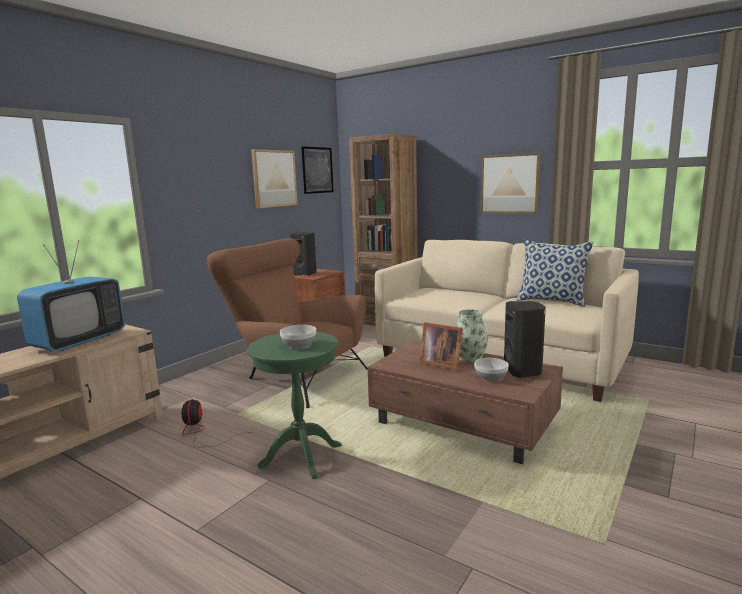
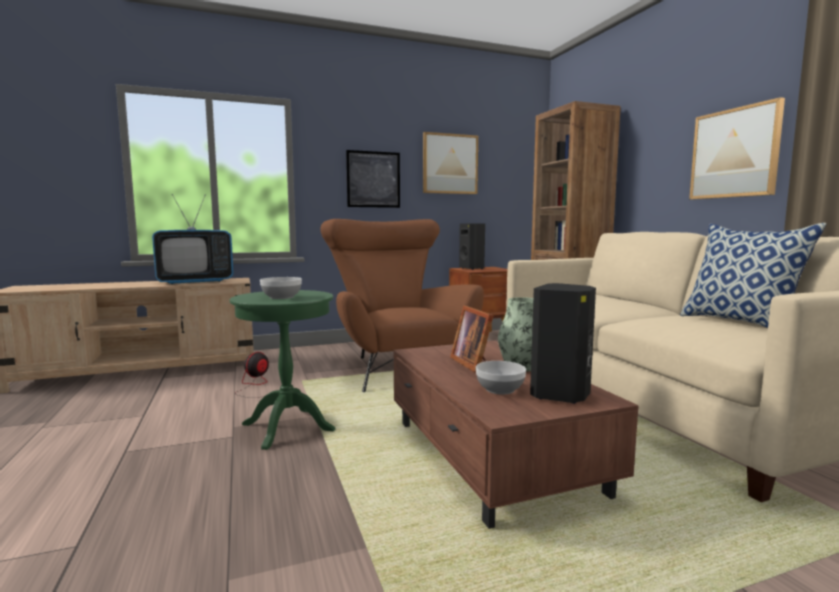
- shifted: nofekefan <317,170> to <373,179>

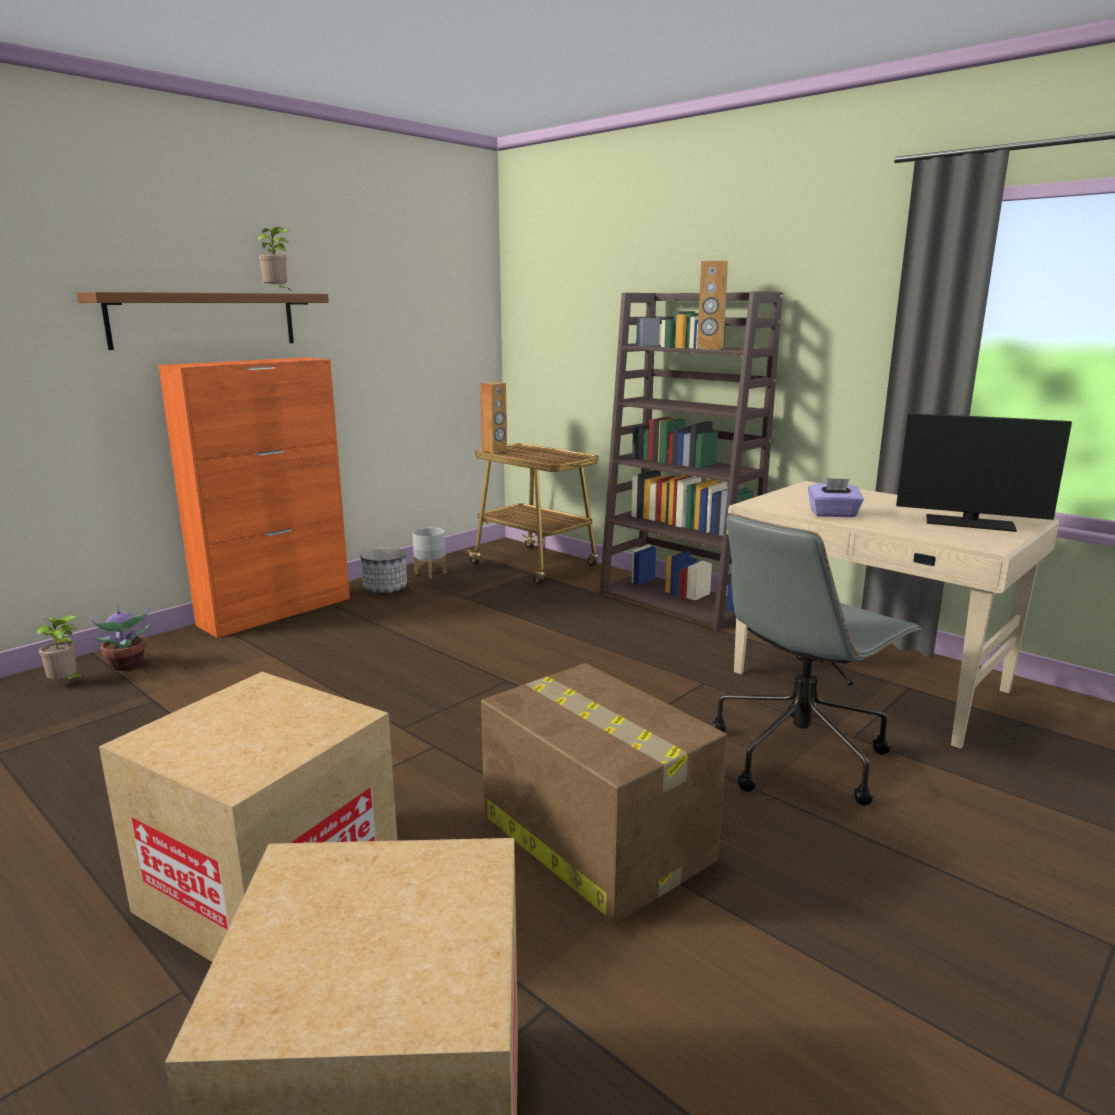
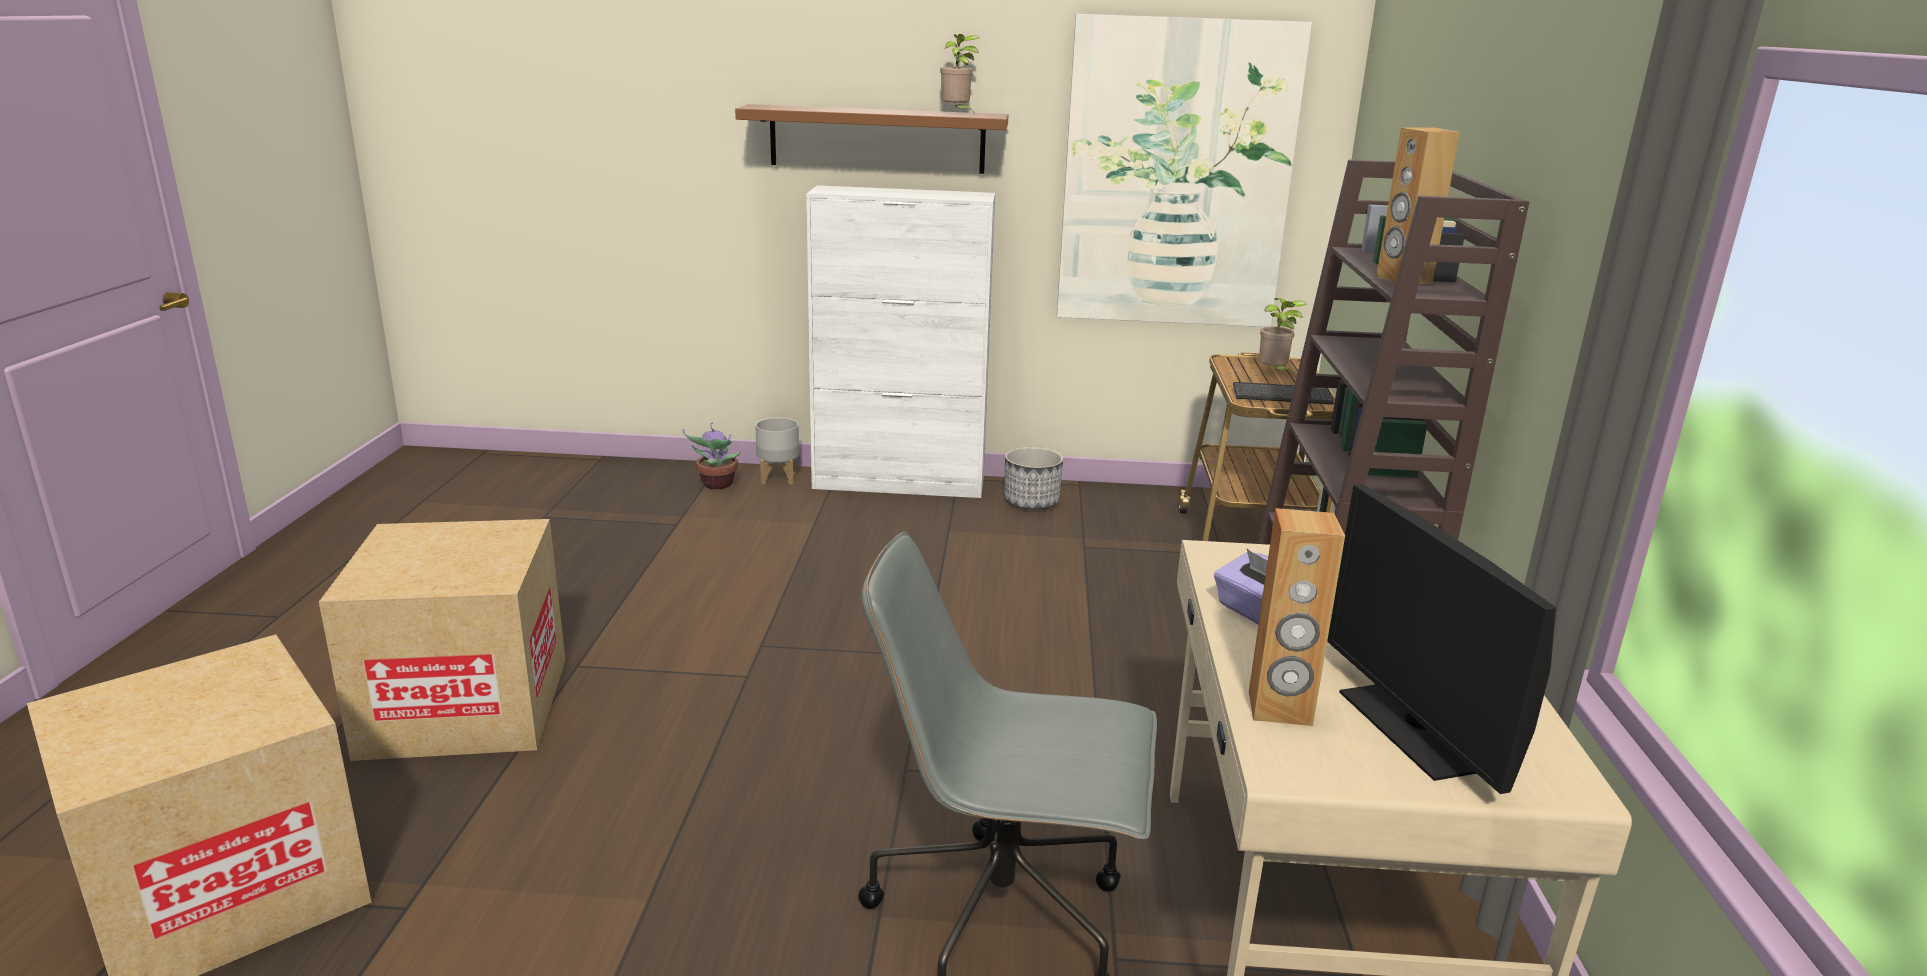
- repainted: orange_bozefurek <277,611> to white_bozefurek <900,483>
- shifted: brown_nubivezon <494,451> to <1280,709>
- shifted: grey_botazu <431,573> to <779,478>
- shifted: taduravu <66,683> to <1274,373>
- gone: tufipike <594,837>
- new: nofekefan <1176,176>
- new: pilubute <1282,396>

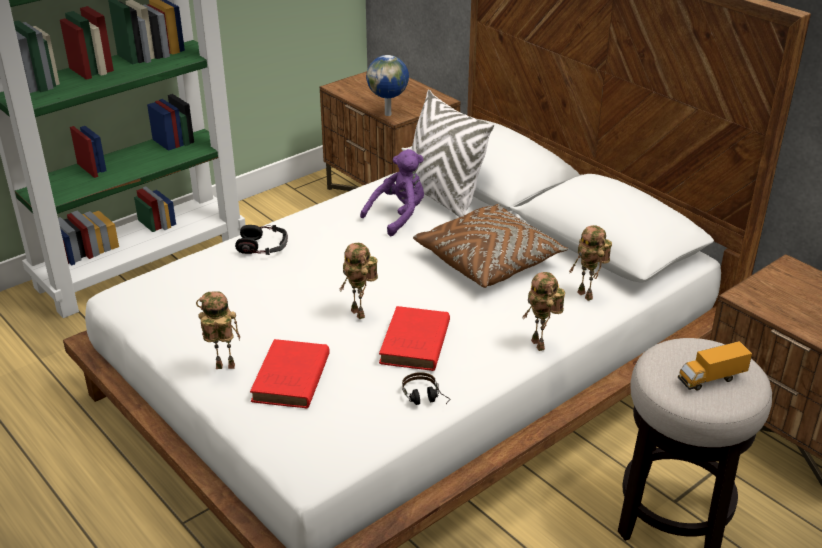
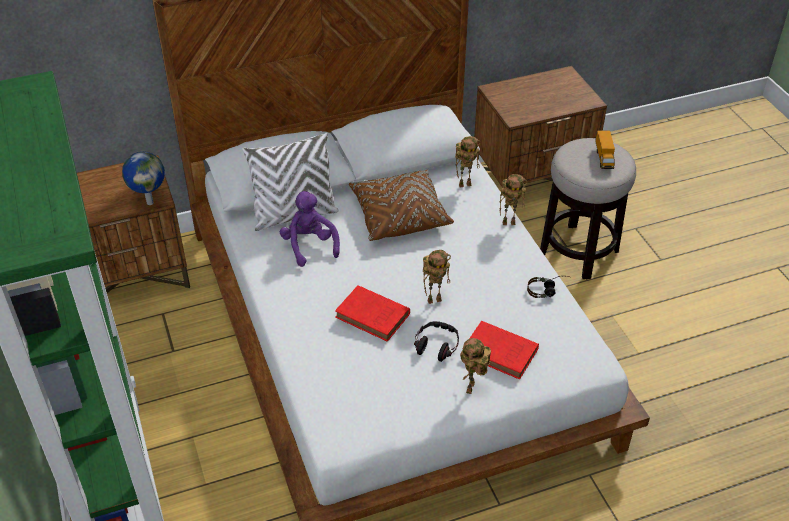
- shifted: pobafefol <263,246> to <436,345>
- shifted: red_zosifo <414,344> to <374,317>

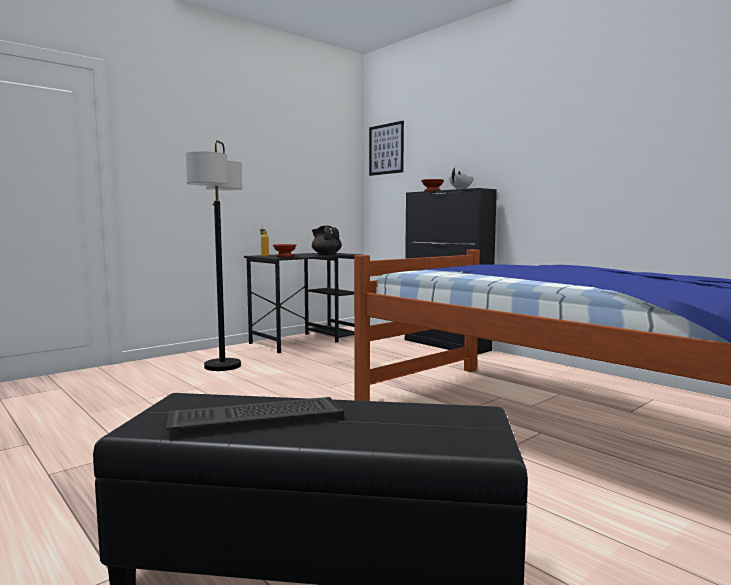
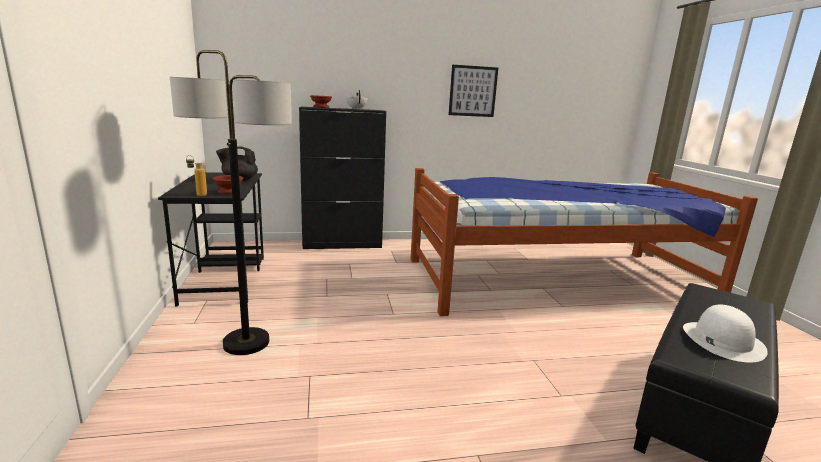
- shifted: nofekefan <386,149> to <473,91>
- swapped: pilubute <258,417> to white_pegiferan <722,340>

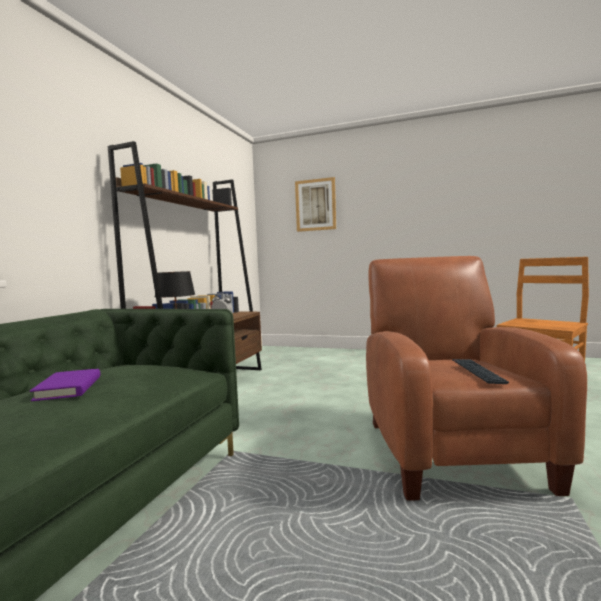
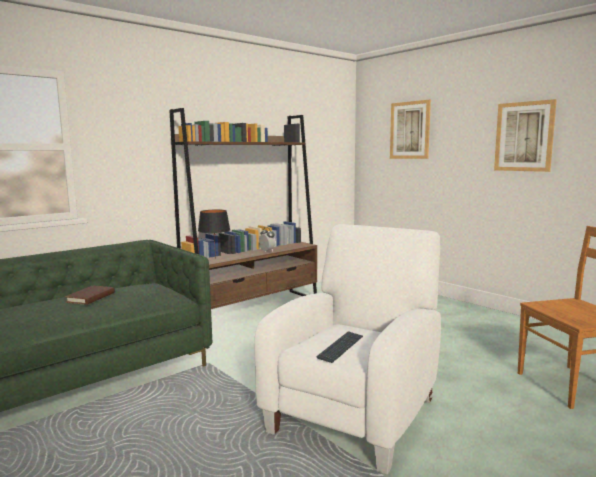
- repainted: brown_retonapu <449,449> to white_retonapu <357,411>
- repainted: purple_zosifo <69,388> to brown_zosifo <90,297>
- new: nofekefan <524,136>

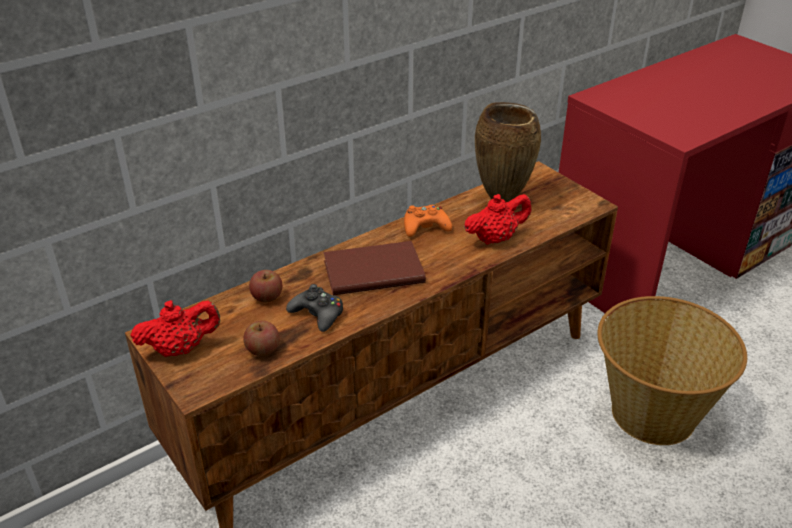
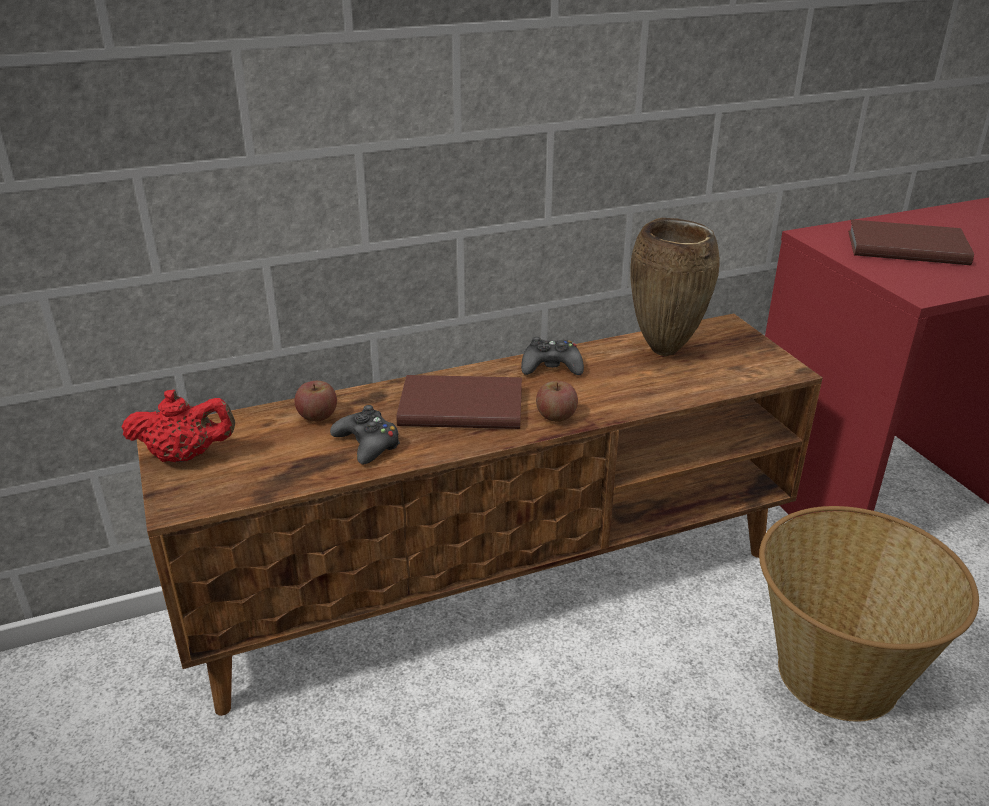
- gone: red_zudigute <495,238>
- repainted: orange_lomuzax <425,227> to black_lomuzax <551,367>
- shifted: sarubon <263,349> to <556,416>
- new: brown_zosifo <904,246>

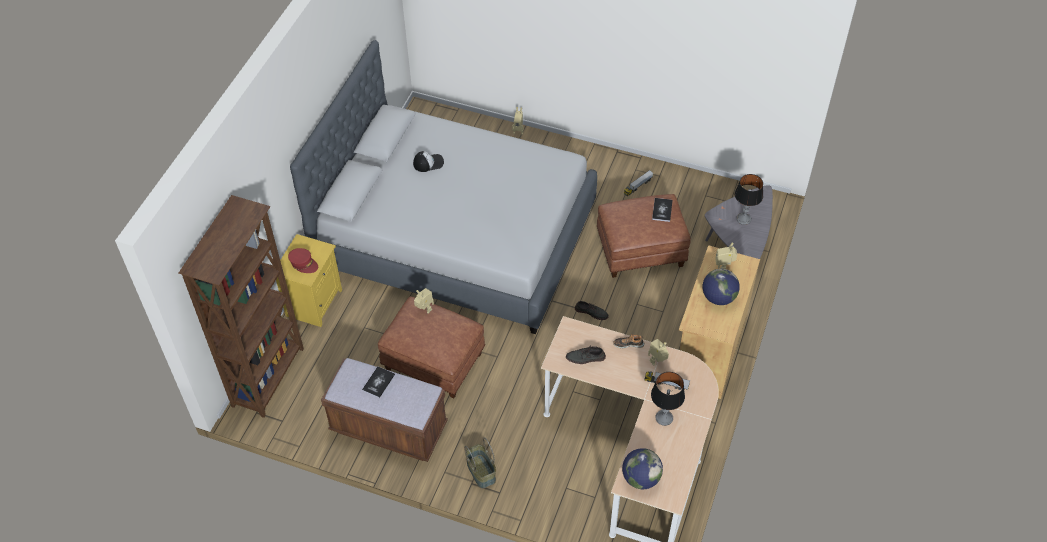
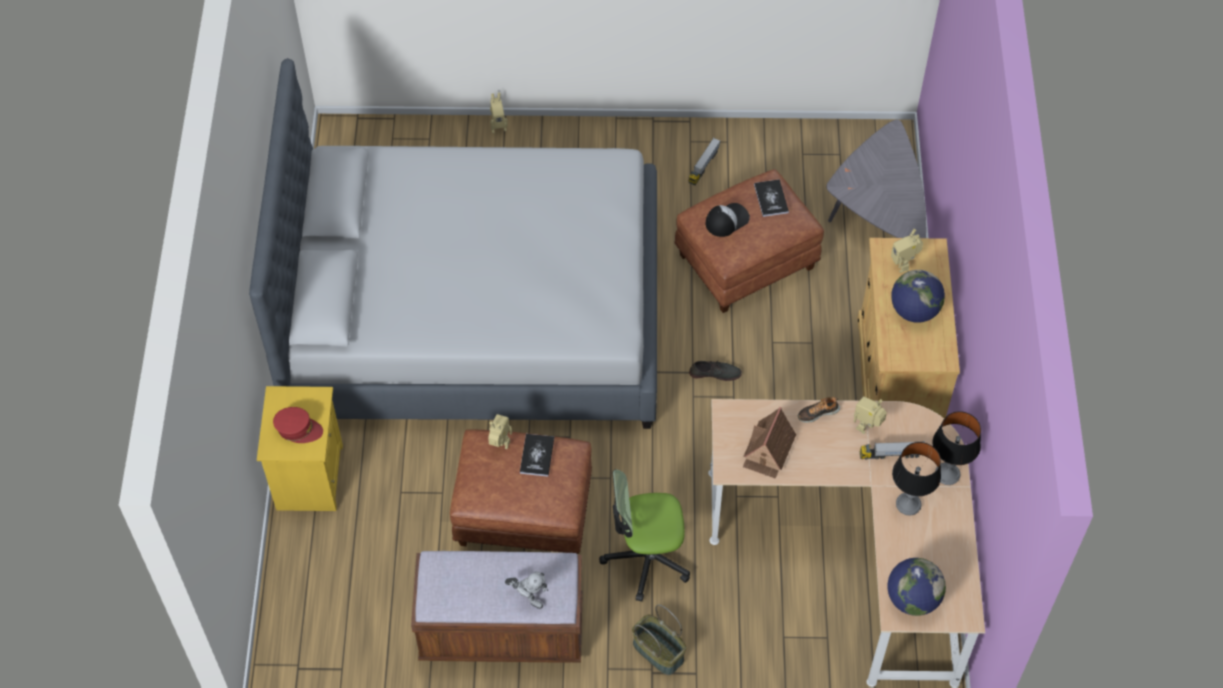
- shifted: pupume <428,163> to <726,220>
- shifted: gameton <743,219> to <947,474>
- gone: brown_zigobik <269,377>
- swapped: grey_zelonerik <585,358> to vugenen <768,451>
- shifted: zosifo <378,382> to <537,455>
- new: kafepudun <646,558>
- new: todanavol <528,597>

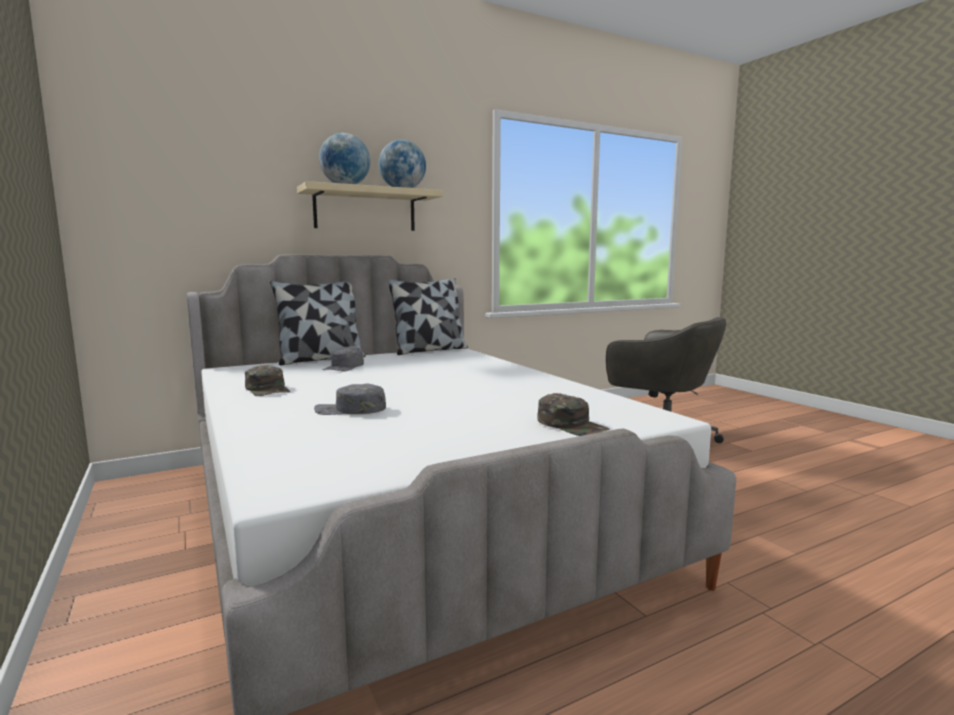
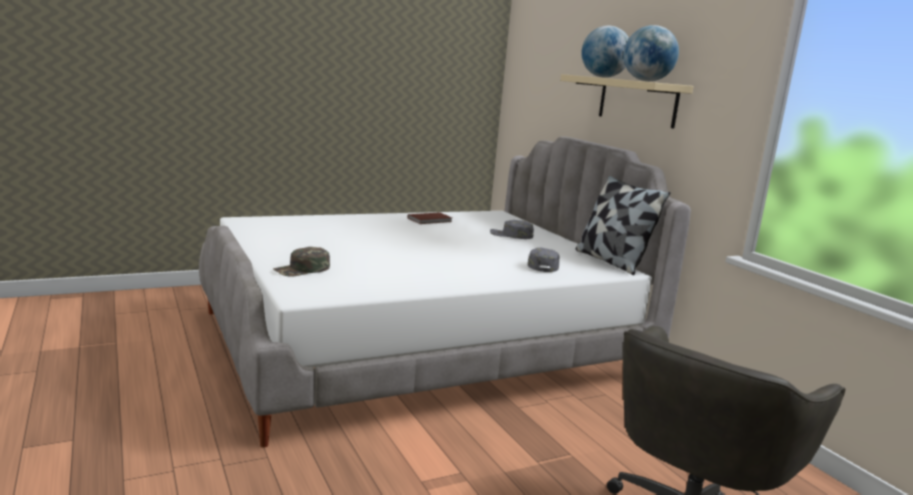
- gone: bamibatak <320,359>
- swapped: green_pupume <268,389> to brown_zosifo <430,220>
- shifted: grey_pupume <350,410> to <541,265>

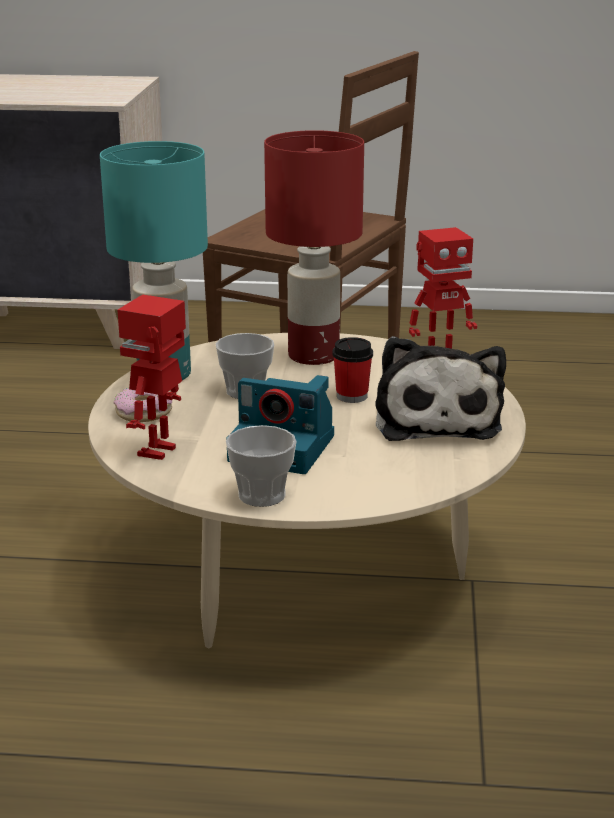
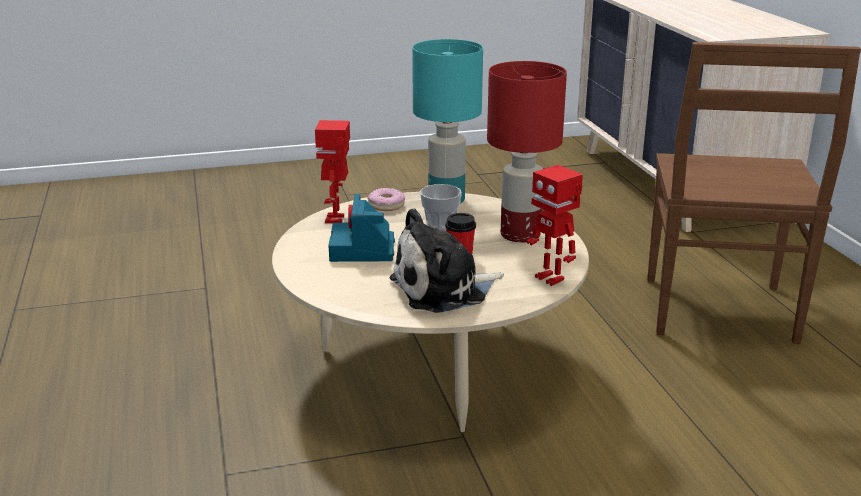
- rotated: todanavol <159,451> = <336,219> 90 degrees counterclockwise
- gone: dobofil <262,495>

